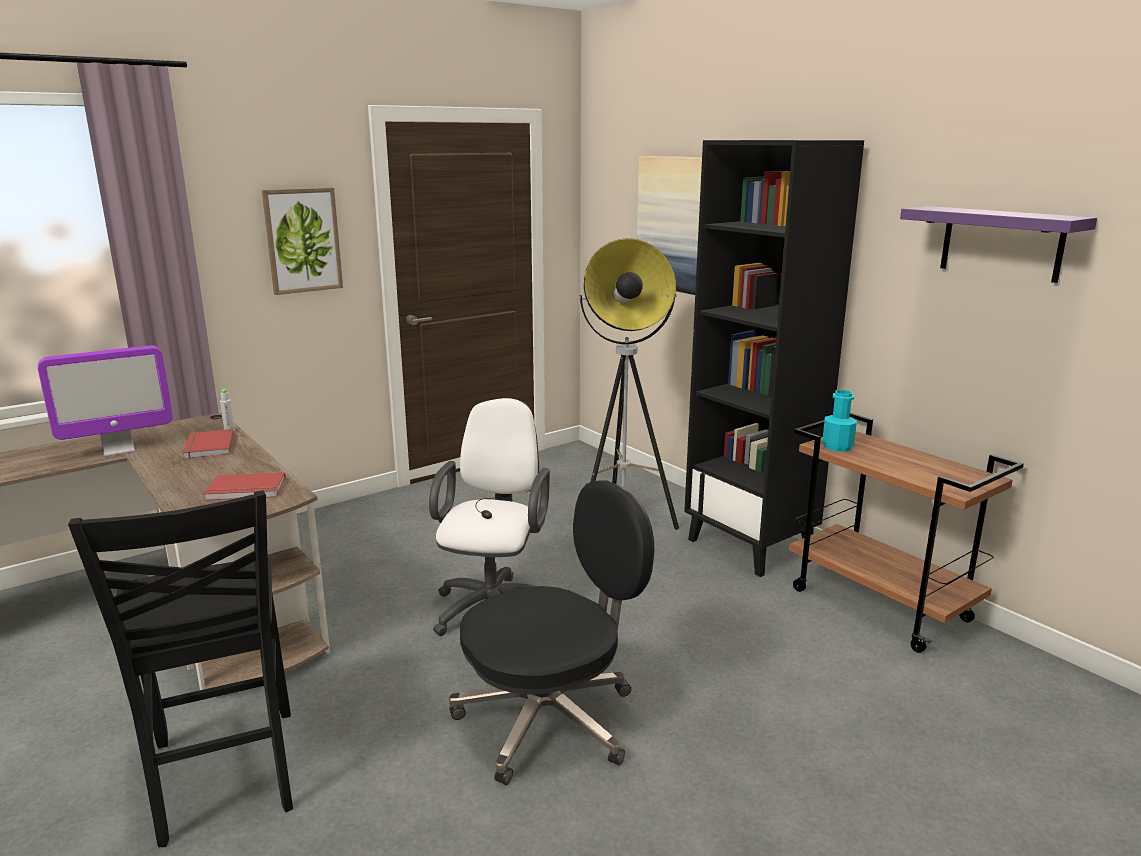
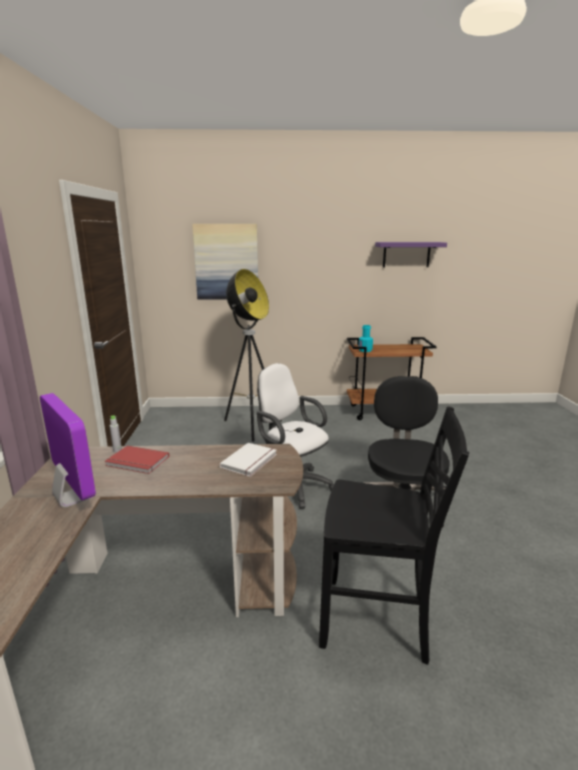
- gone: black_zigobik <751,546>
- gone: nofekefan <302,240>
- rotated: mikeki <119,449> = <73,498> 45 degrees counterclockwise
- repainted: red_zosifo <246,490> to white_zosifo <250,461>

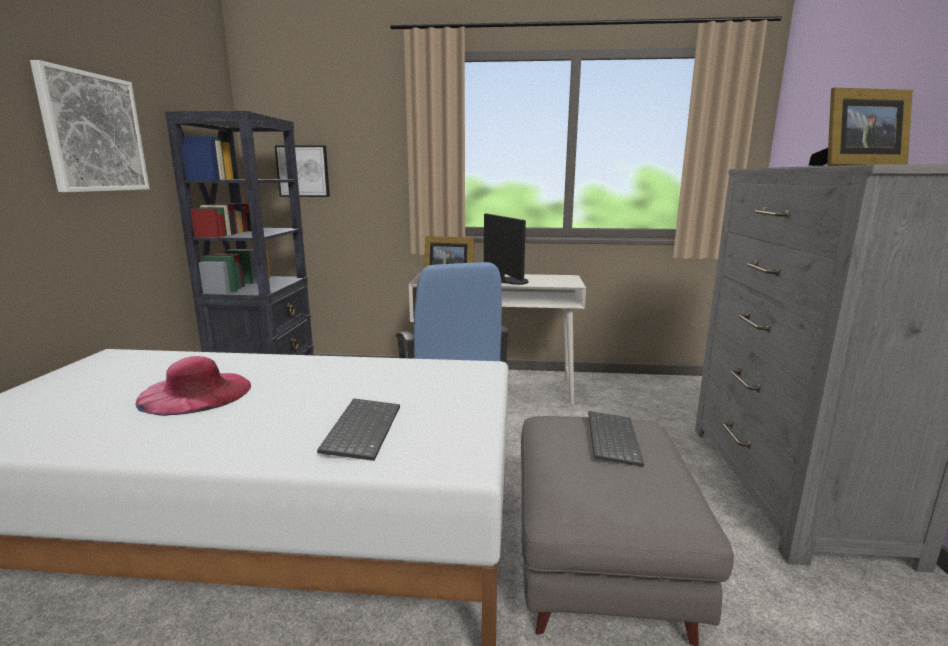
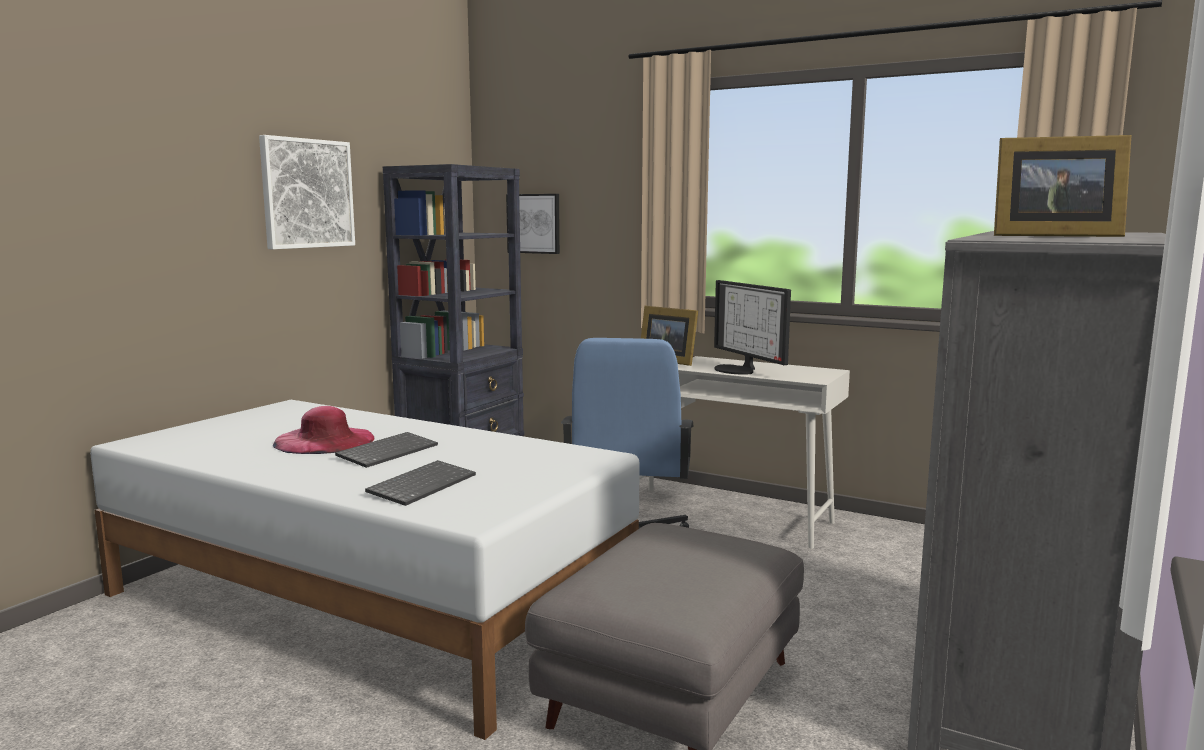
- rotated: mikeki <510,281> = <738,369> 150 degrees clockwise
- shifted: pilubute <611,438> to <387,451>

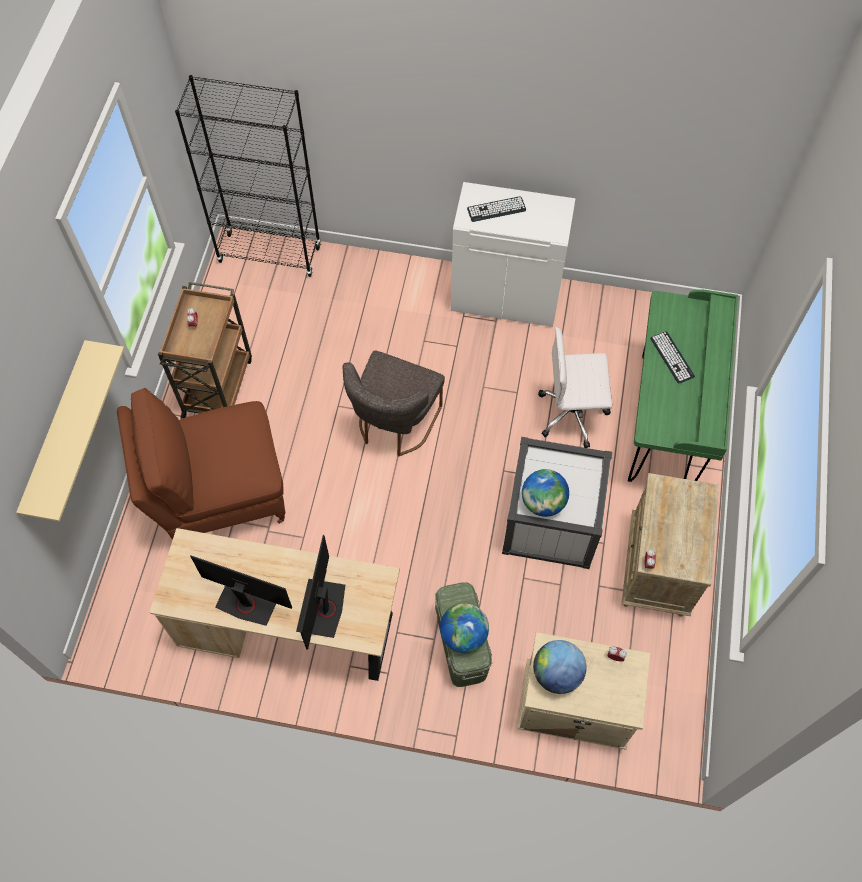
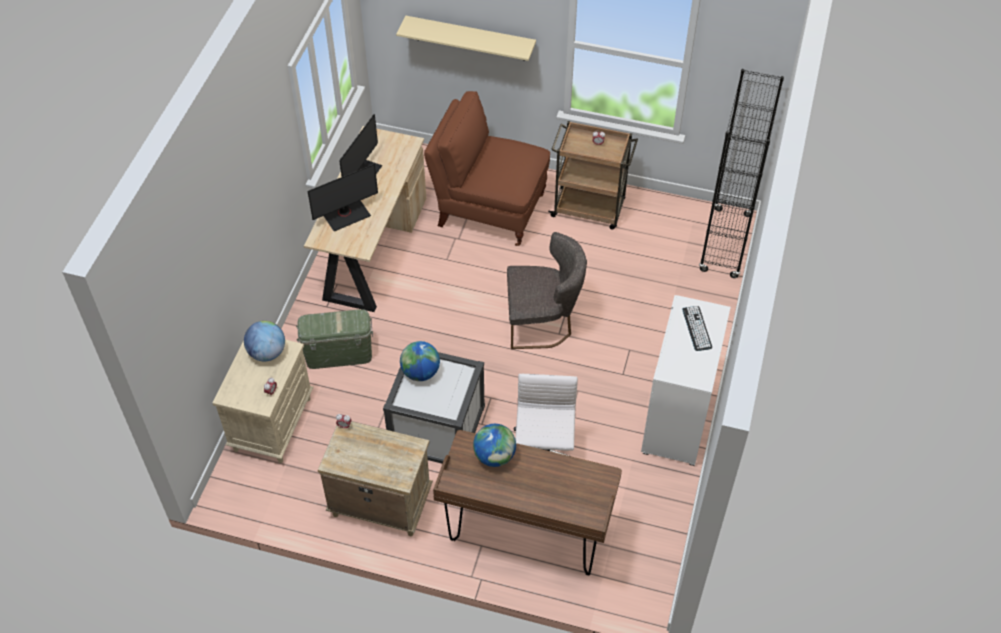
- repainted: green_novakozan <665,424> to brown_novakozan <526,535>
- gone: pilubute <672,357>
- rotated: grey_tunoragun <394,425> = <543,323> 150 degrees clockwise
- rotated: brown_tunoragun <219,495> = <489,210> 60 degrees counterclockwise
- rotated: mikeki <322,608> = <346,214> 135 degrees clockwise
- shifted: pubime <463,635> to <494,456>

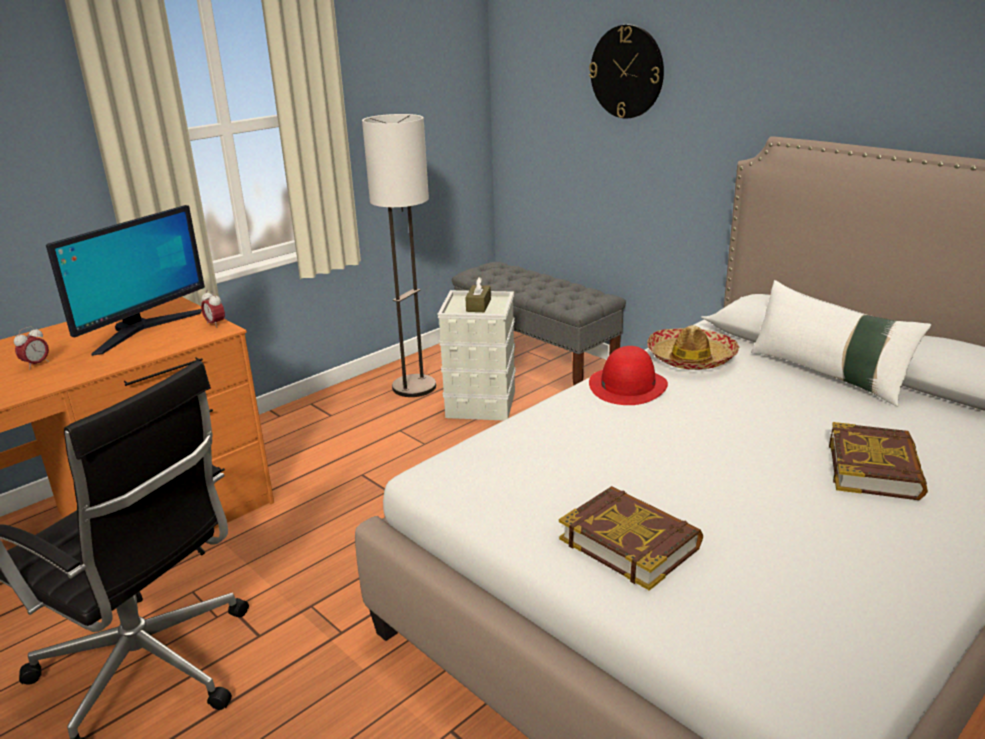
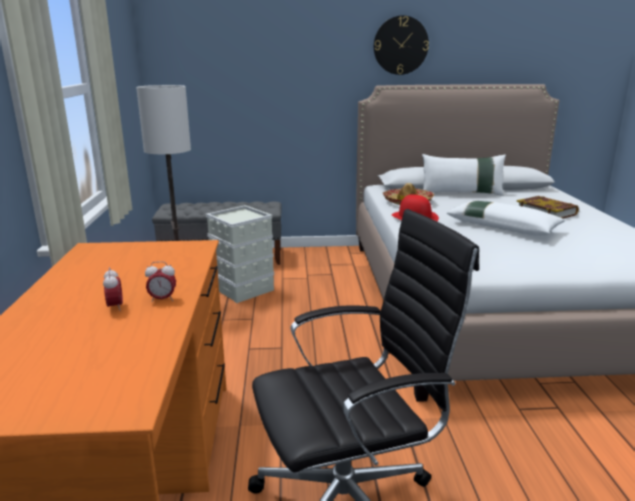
- shifted: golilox <627,72> to <400,45>
- gone: mikeki <142,330>
- gone: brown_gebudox <478,305>
- shifted: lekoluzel <215,324> to <162,299>
- gone: zosifo <630,543>
- new: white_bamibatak <503,227>

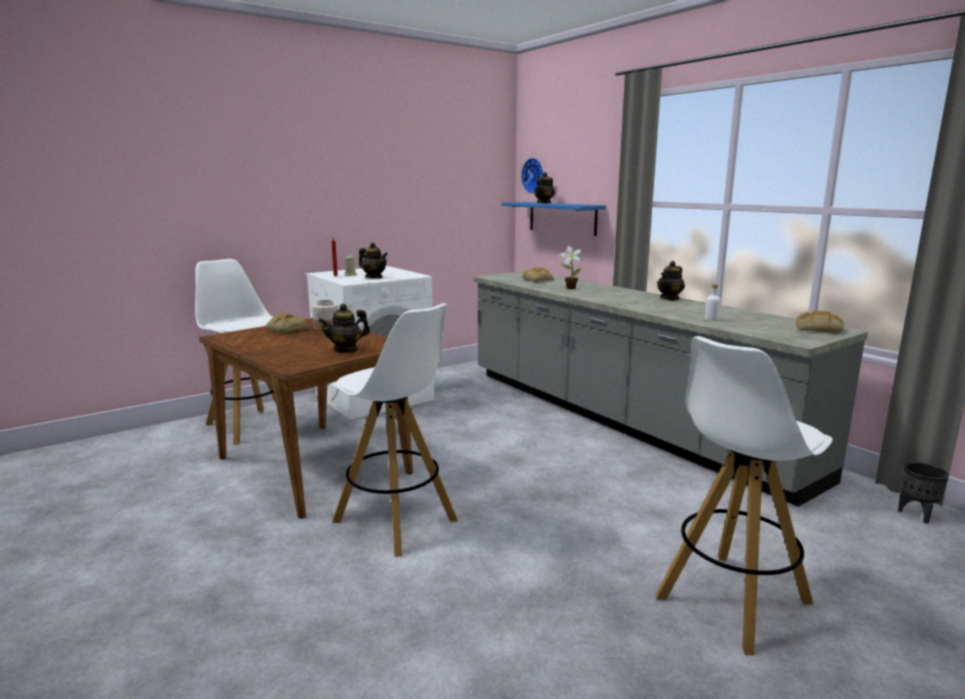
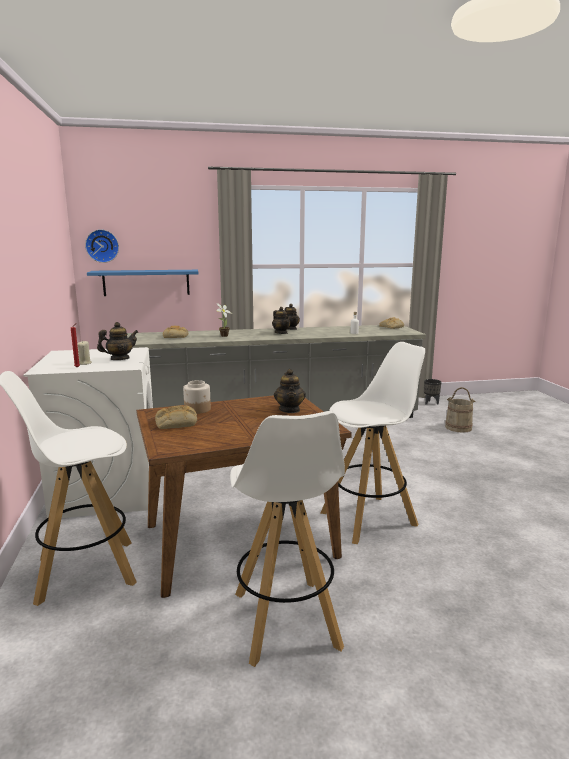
- shifted: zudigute <544,203> to <281,333>
- shifted: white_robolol <732,600> to <286,620>
- new: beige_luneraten <458,427>

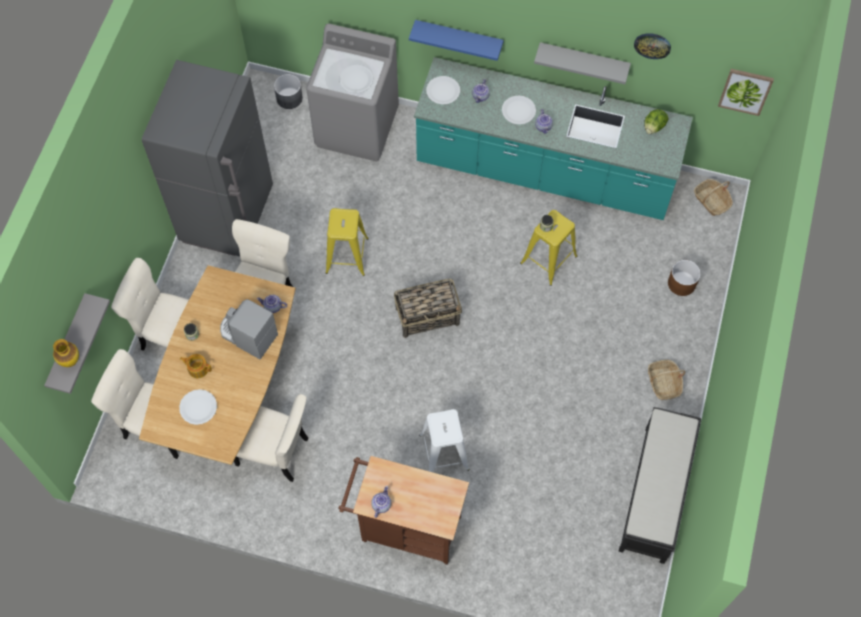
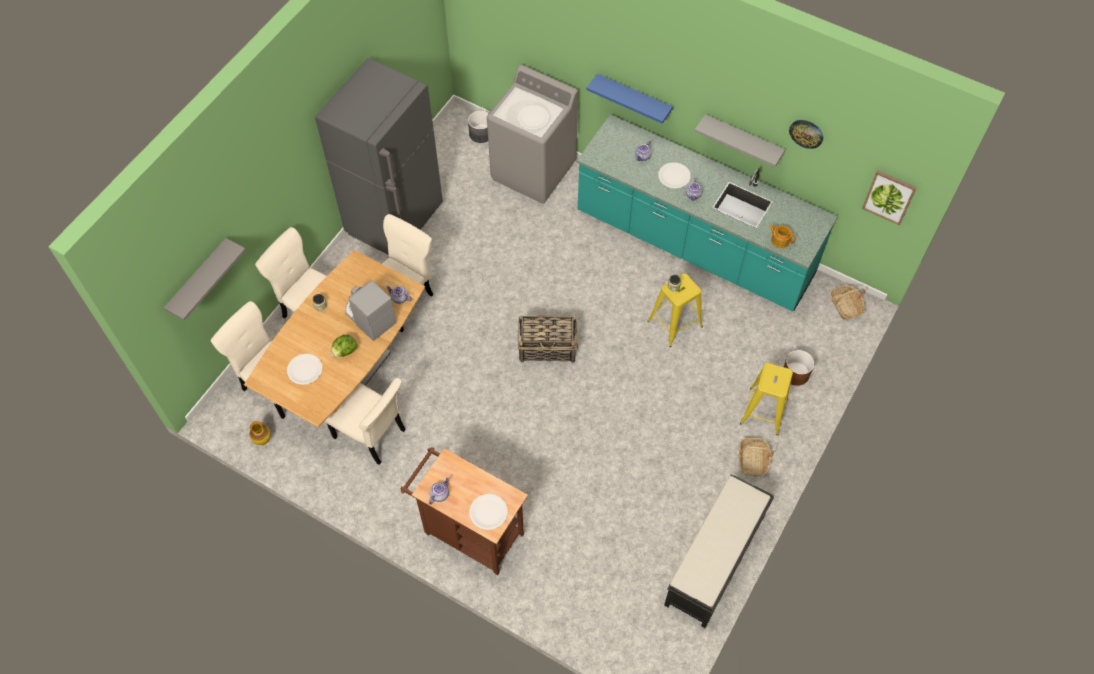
- shifted: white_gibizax <443,91> to <488,512>
- shifted: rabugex <654,127> to <345,351>
- shifted: yellow_robolol <347,255> to <764,411>
- shifted: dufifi <70,361> to <263,440>
- shifted: zudigute <198,368> to <780,240>
- gone: white_robolol <444,452>

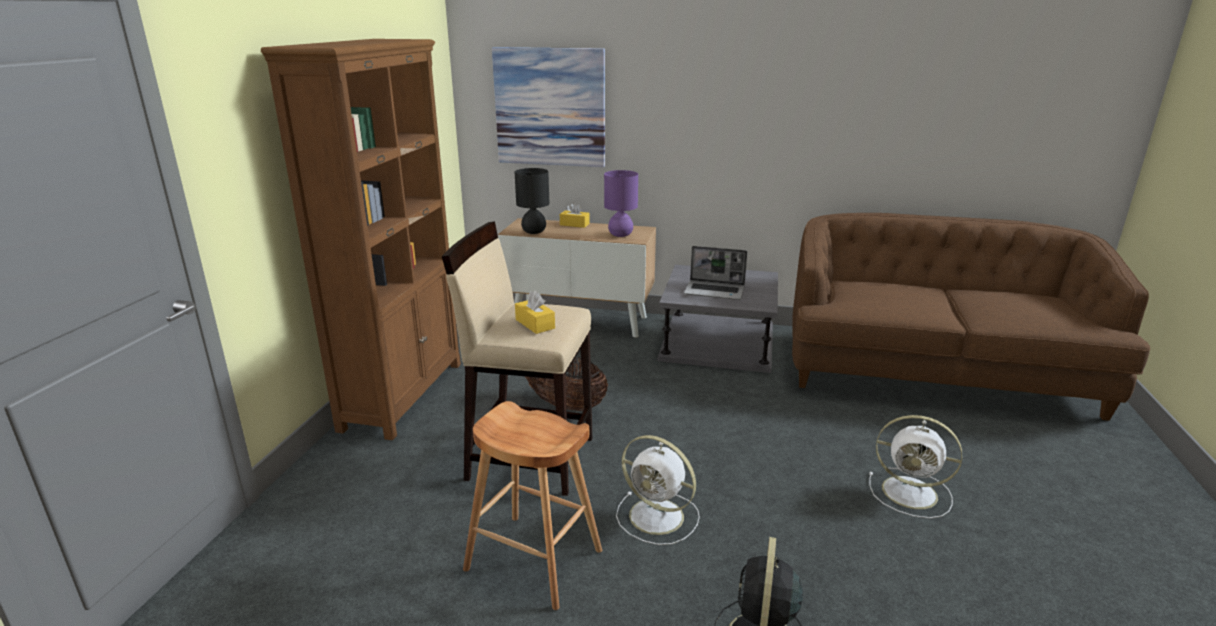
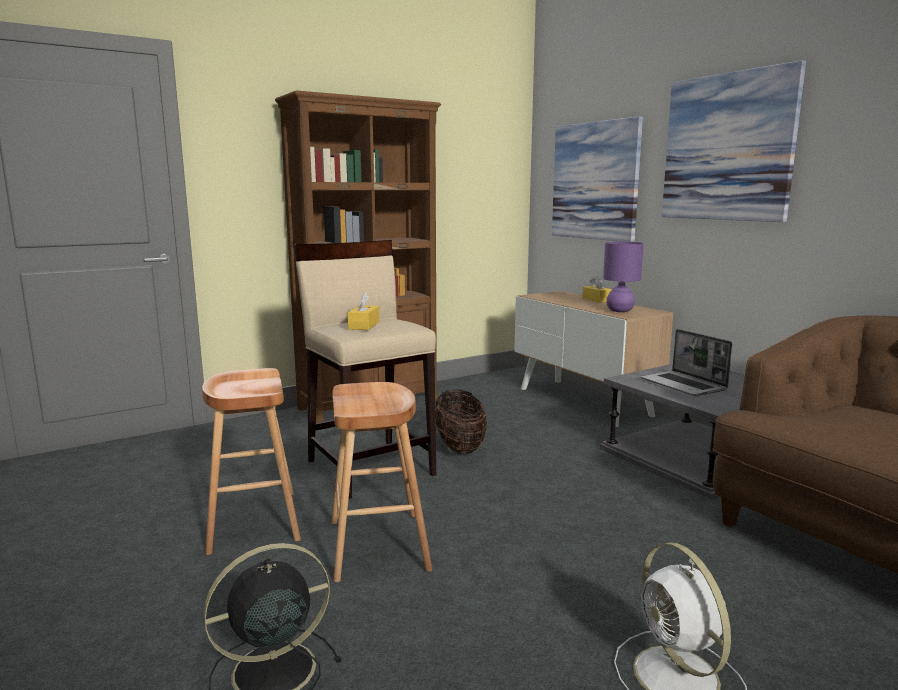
- gone: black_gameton <533,232>
- swapped: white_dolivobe <658,517> to brown_robolol <378,545>
- new: nofekefan <727,147>

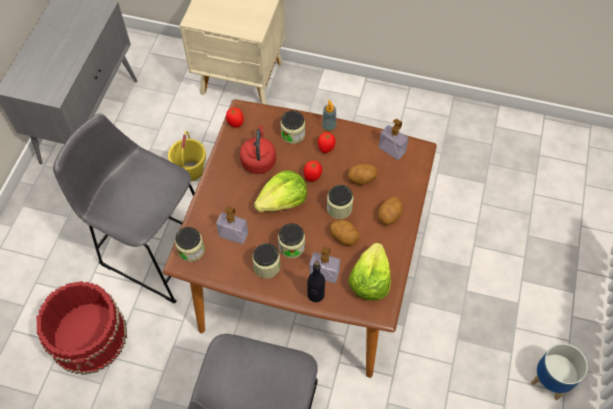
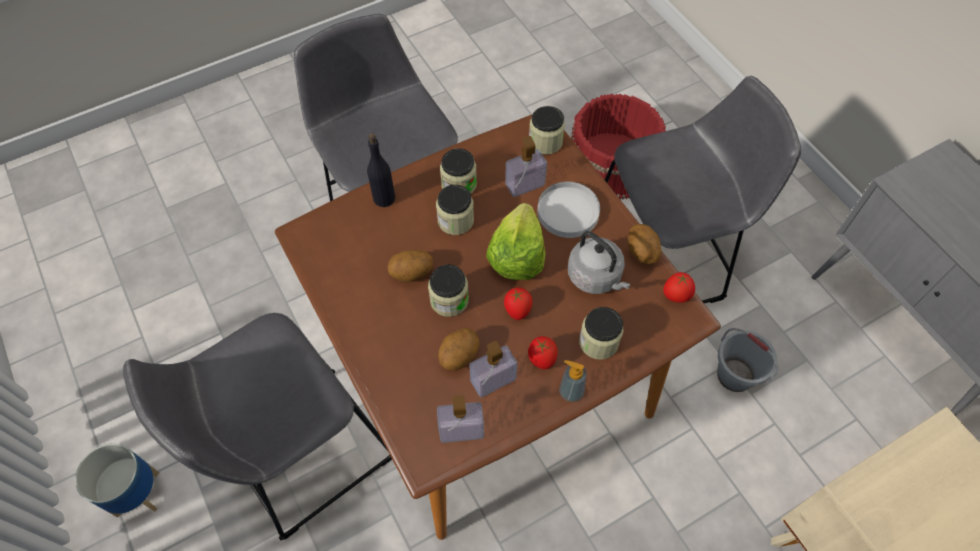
- repainted: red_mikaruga <258,160> to grey_mikaruga <596,277>
- repainted: yellow_luneraten <191,171> to grey_luneraten <734,375>
- shifted: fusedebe <389,216> to <641,252>
- gone: rabugex <369,280>
- shifted: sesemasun <324,274> to <493,380>
- new: white_gibizax <568,211>
- new: grey_robolol <300,457>

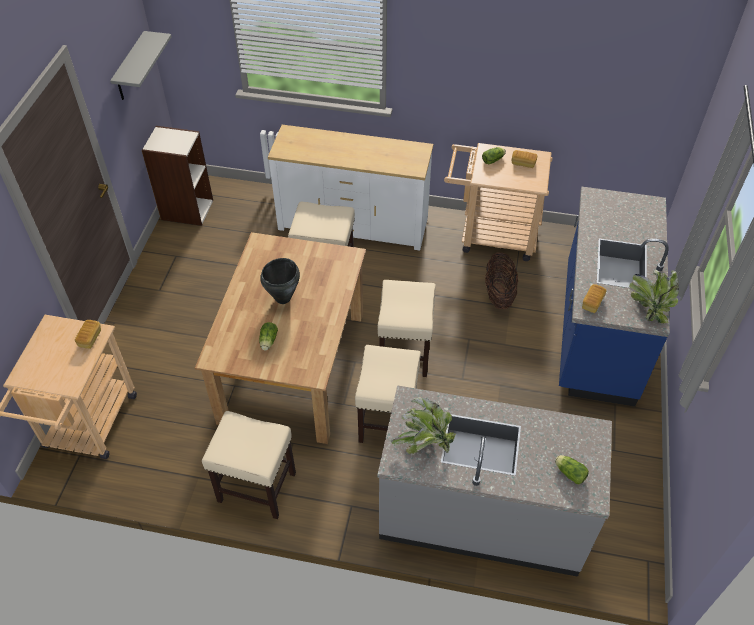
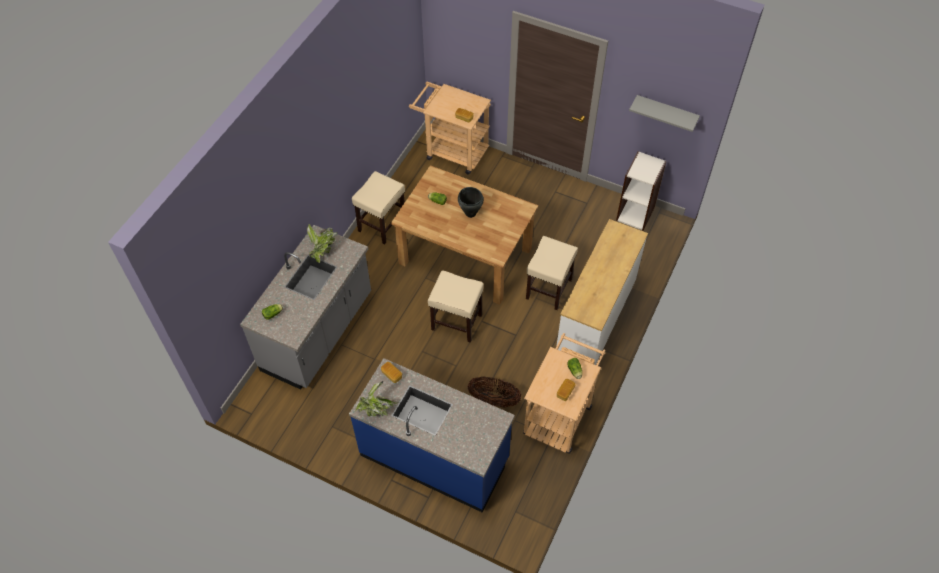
- gone: beige_robolol <387,420>

